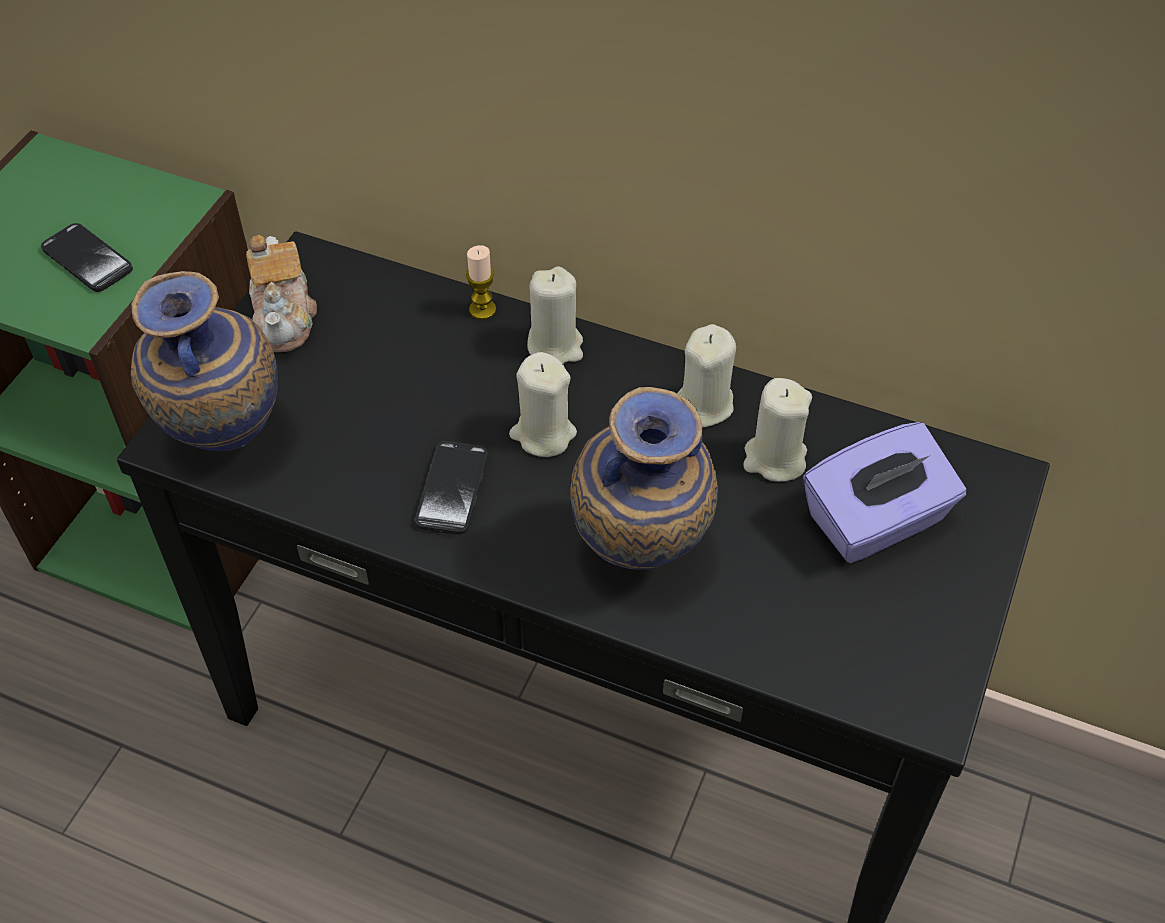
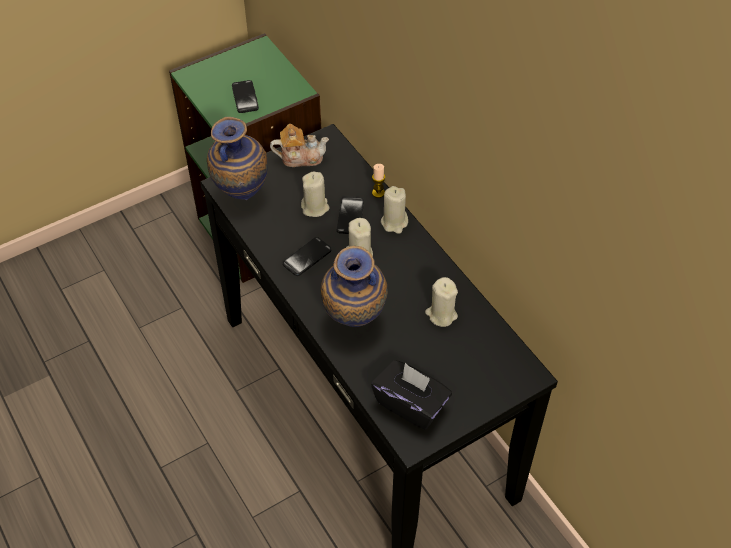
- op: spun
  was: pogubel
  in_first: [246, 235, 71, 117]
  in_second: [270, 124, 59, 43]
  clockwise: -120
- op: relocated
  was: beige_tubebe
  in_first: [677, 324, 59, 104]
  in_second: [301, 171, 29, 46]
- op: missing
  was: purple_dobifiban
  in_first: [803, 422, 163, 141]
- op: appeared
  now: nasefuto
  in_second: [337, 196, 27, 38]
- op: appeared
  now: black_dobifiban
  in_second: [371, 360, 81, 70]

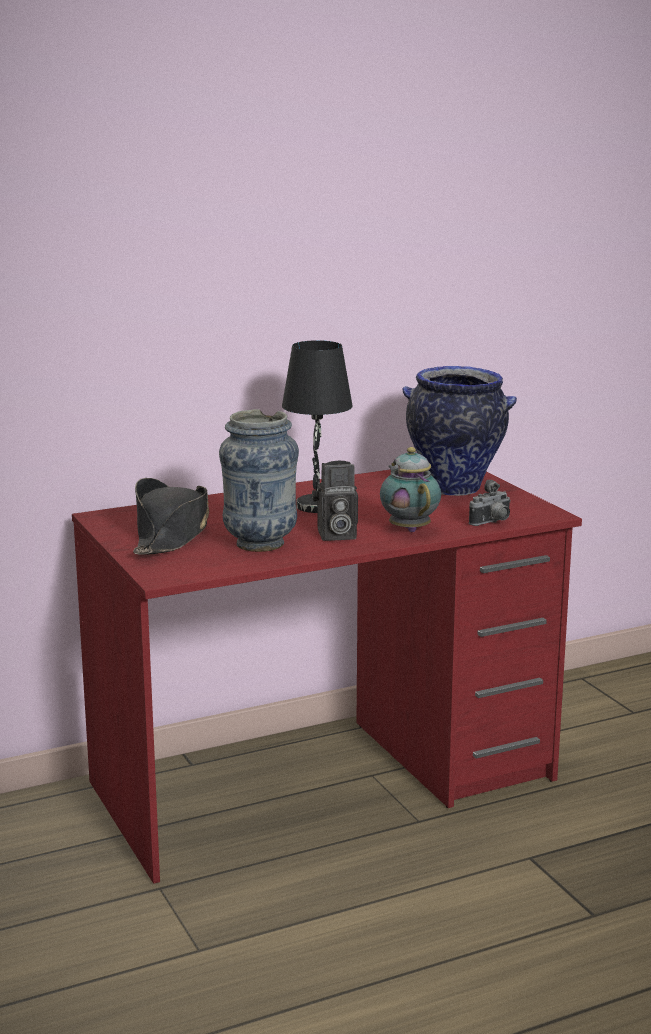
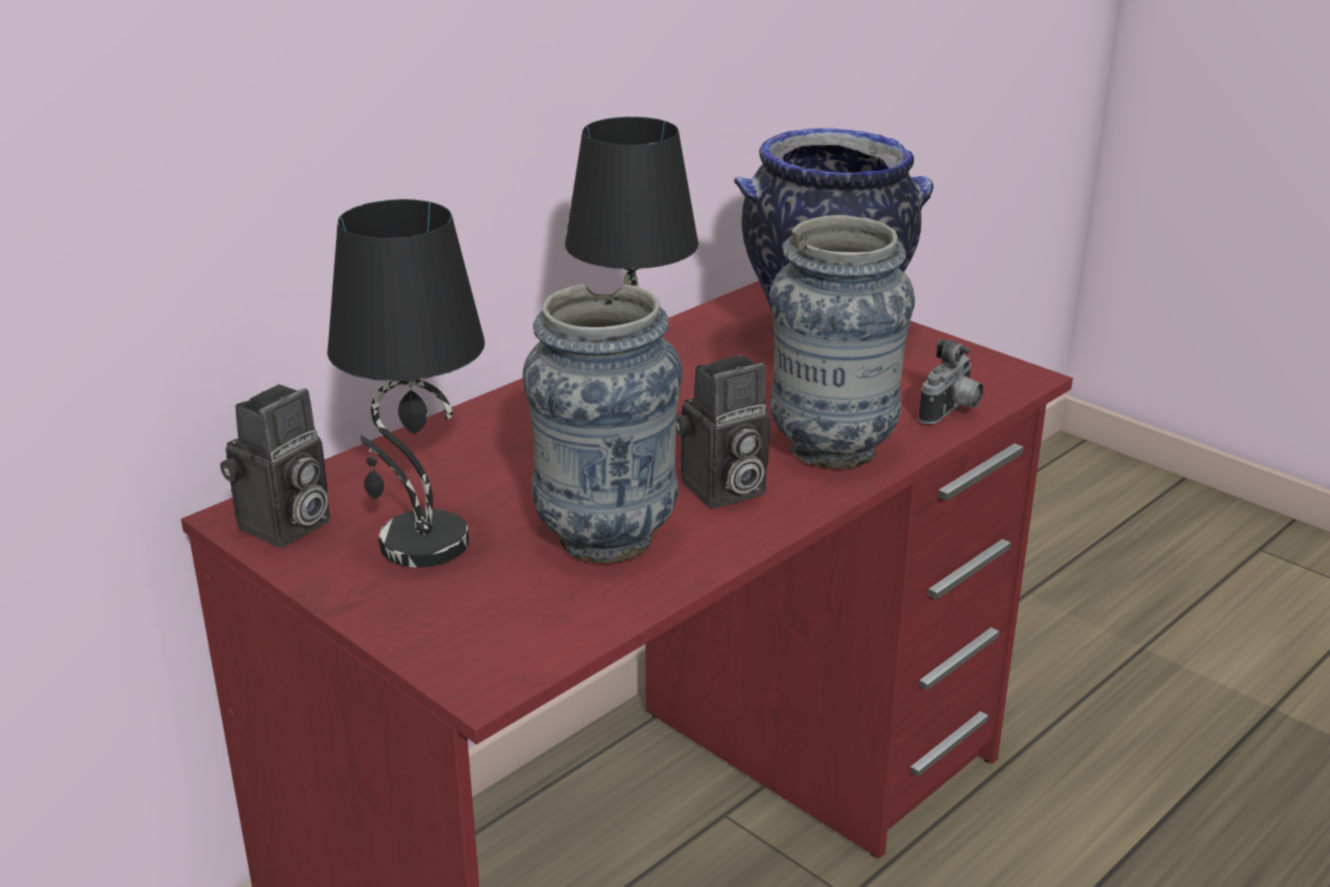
- op: exchanged
  was: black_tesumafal
  now: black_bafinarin
  in_first: [133, 478, 76, 77]
  in_second: [327, 199, 158, 368]
- op: exchanged
  was: pogubel
  now: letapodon
  in_first: [380, 447, 61, 85]
  in_second: [769, 215, 146, 255]
- op: appeared
  now: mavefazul
  in_second: [220, 384, 110, 164]

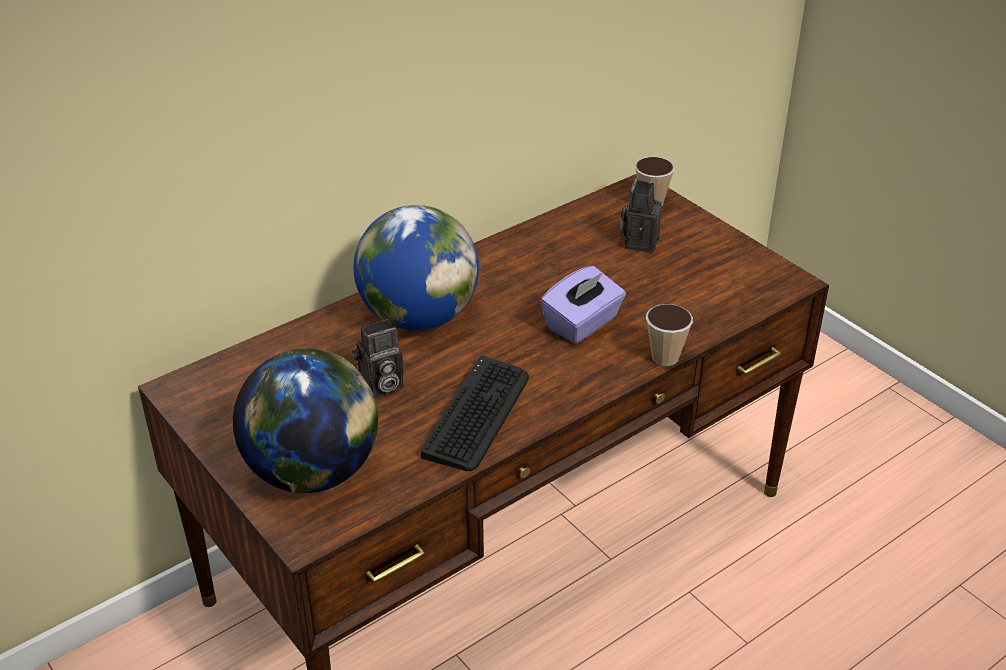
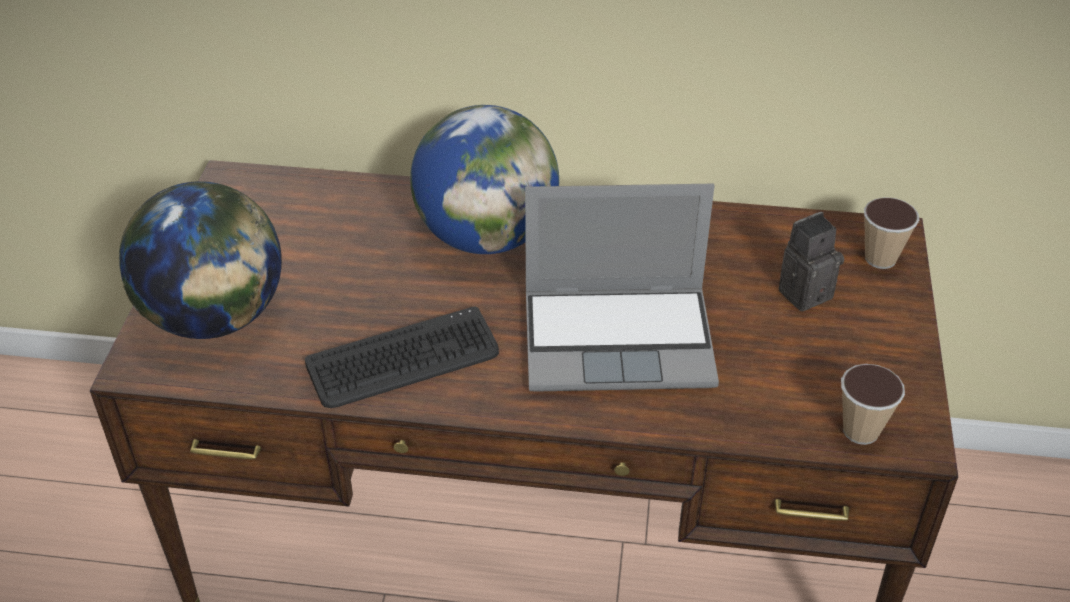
- op: missing
  was: mavefazul
  in_first: [352, 319, 51, 79]
- op: exchanged
  was: purple_dobifiban
  now: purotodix
  in_first: [540, 266, 86, 78]
  in_second: [525, 184, 194, 208]
- op: relocated
  was: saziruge
  in_first: [646, 304, 47, 62]
  in_second: [841, 364, 64, 81]

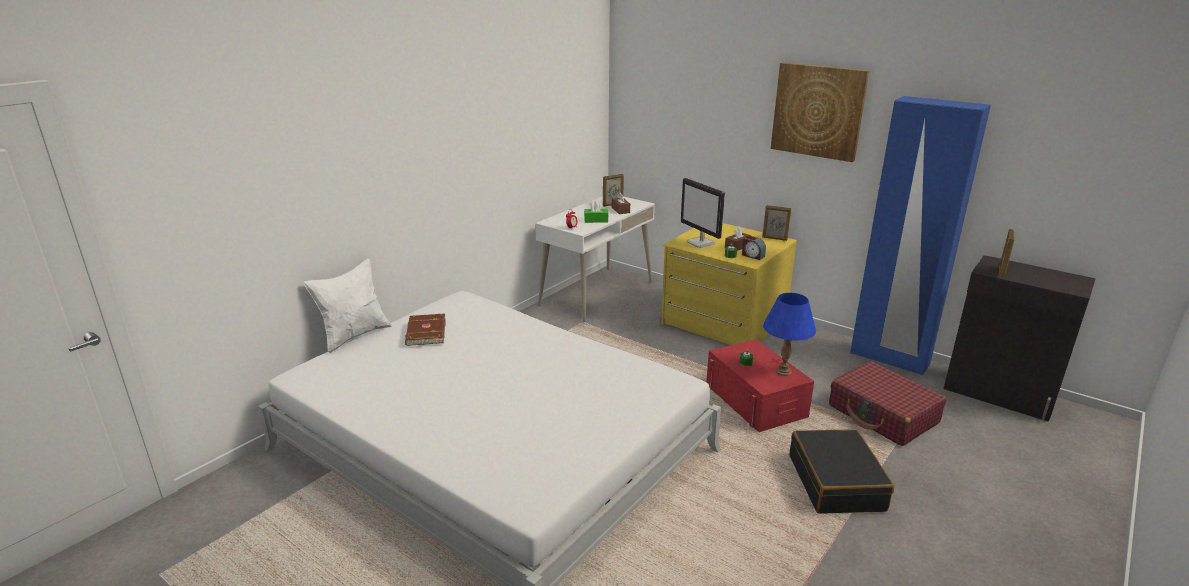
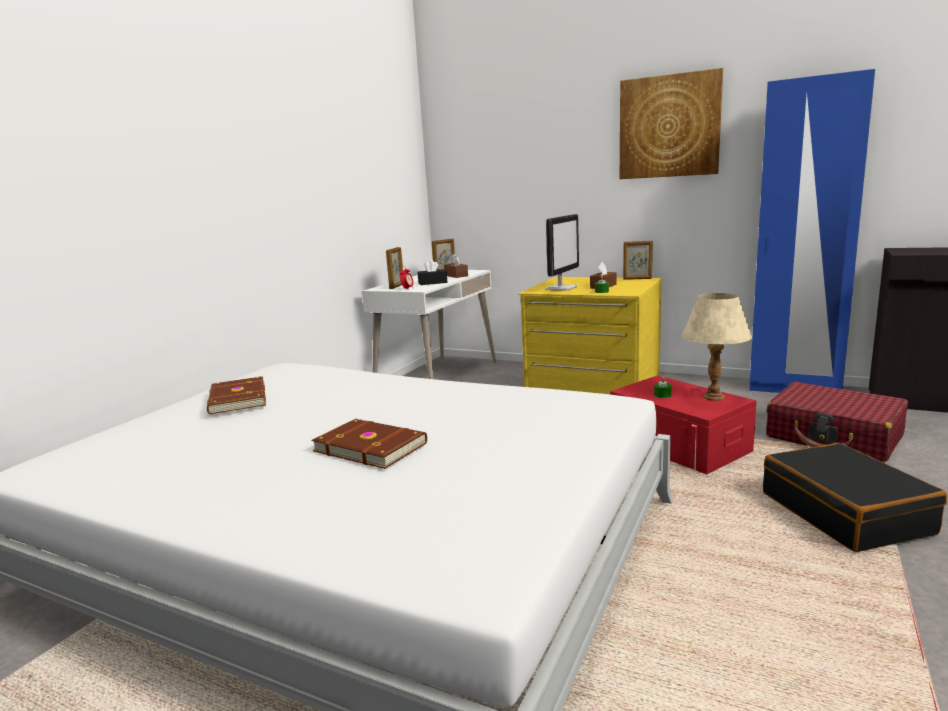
- op: missing
  was: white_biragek
  in_first: [303, 258, 89, 96]
- op: colour
  was: green_dobifiban
  now: black_dobifiban
  in_first: [584, 201, 24, 22]
  in_second: [418, 259, 30, 26]
- op: spun
  was: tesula
  in_first: [681, 178, 44, 70]
  in_second: [545, 214, 34, 77]
  clockwise: -105
- op: missing
  was: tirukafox
  in_first: [742, 236, 24, 24]
- op: colour
  was: blue_bafinarin
  now: beige_bafinarin
  in_first: [763, 293, 53, 83]
  in_second: [682, 293, 70, 108]
- op: relocated
  was: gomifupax
  in_first: [999, 229, 15, 49]
  in_second: [386, 247, 17, 42]
- op: appeared
  now: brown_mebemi
  in_second: [312, 419, 115, 50]

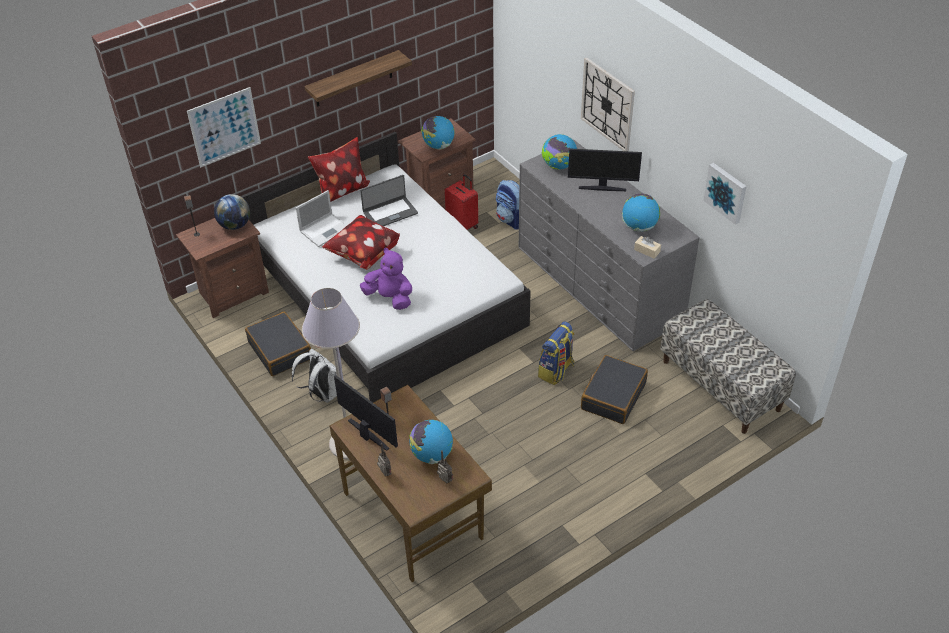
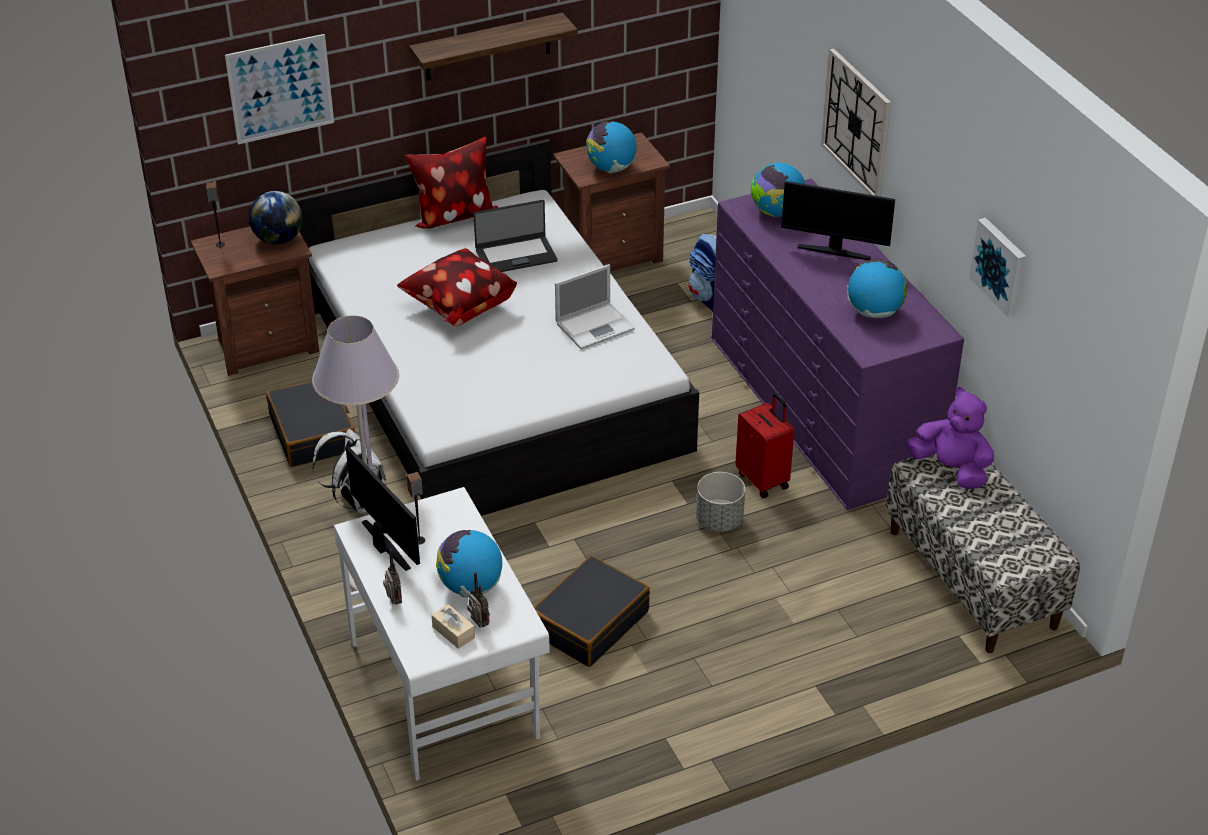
- op: relocated
  was: purotodix
  in_first: [296, 190, 51, 57]
  in_second: [555, 264, 80, 85]
- op: colour
  was: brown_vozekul
  now: white_vozekul
  in_first: [330, 385, 162, 197]
  in_second: [334, 487, 216, 294]
- op: relocated
  was: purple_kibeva
  in_first: [360, 248, 52, 62]
  in_second: [906, 387, 88, 102]
- op: relocated
  was: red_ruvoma
  in_first: [445, 174, 33, 56]
  in_second: [735, 393, 59, 105]
- op: colour
  was: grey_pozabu
  now: purple_pozabu
  in_first: [519, 139, 181, 212]
  in_second: [712, 179, 252, 331]
- op: exchanged
  was: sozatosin
  now: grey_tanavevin
  in_first: [538, 322, 36, 63]
  in_second: [696, 472, 49, 60]
- op: relocated
  was: black_ruvoma
  in_first: [581, 355, 67, 69]
  in_second: [534, 556, 116, 111]
- op: relocated
  was: beige_dobifiban
  in_first: [634, 236, 27, 23]
  in_second: [431, 604, 44, 45]

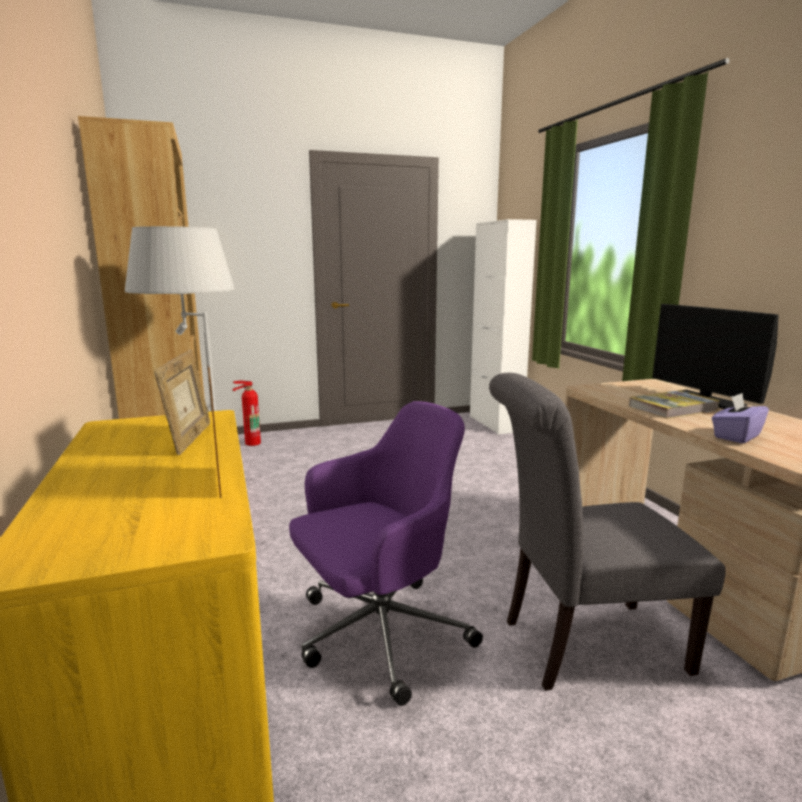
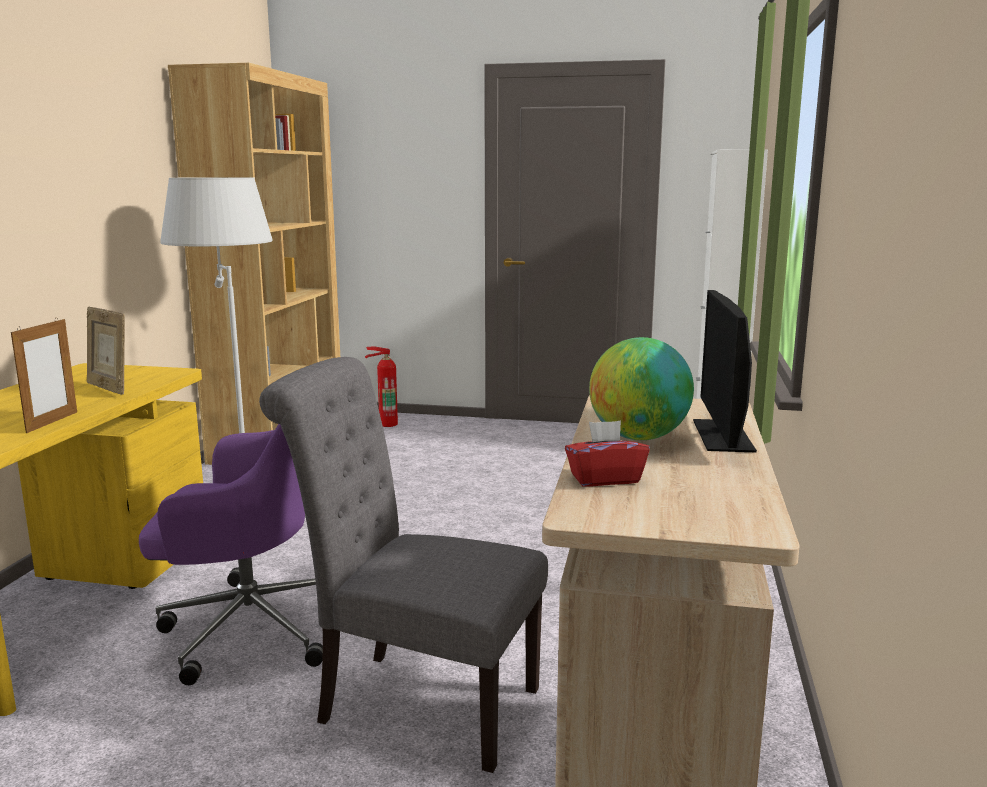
- op: spun
  was: gomifupax
  in_first: [154, 350, 56, 105]
  in_second: [87, 306, 38, 89]
  clockwise: 105
- op: exchanged
  was: mebemi
  now: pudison
  in_first: [629, 390, 92, 29]
  in_second: [589, 337, 105, 103]
- op: colour
  was: purple_dobifiban
  now: red_dobifiban
  in_first: [712, 393, 57, 51]
  in_second: [565, 420, 85, 66]

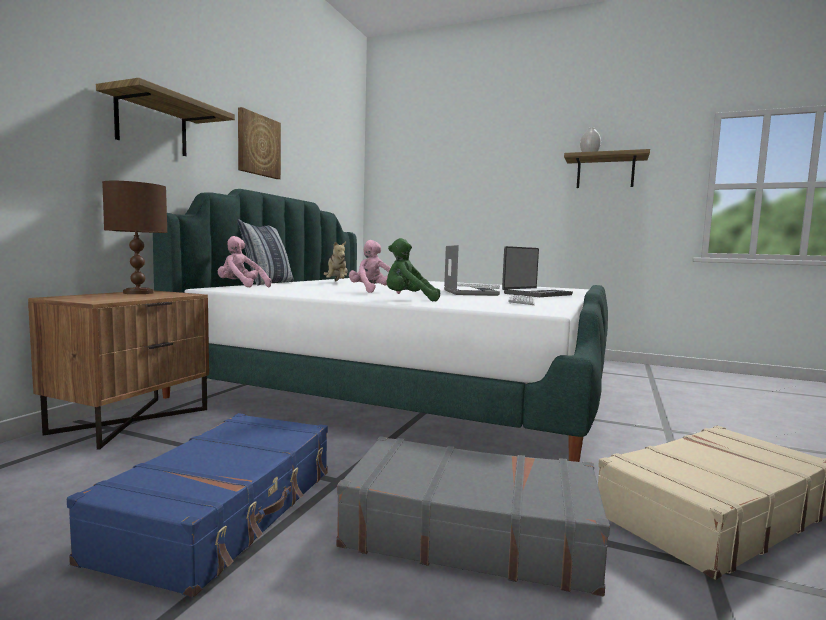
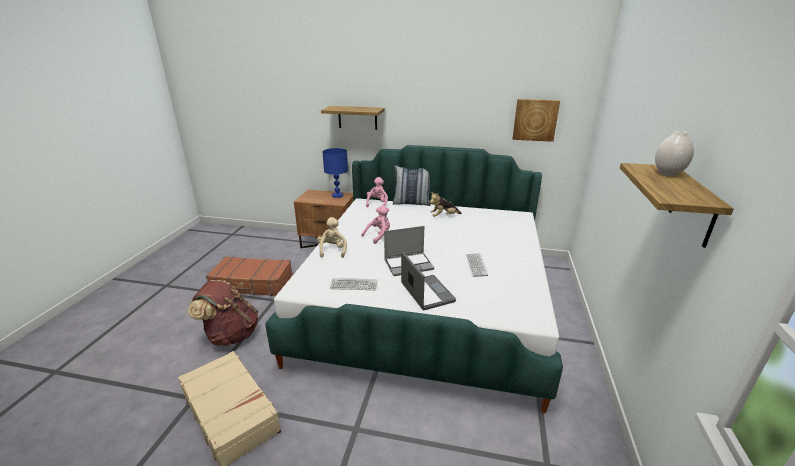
- op: colour
  was: blue_ruvoma
  now: brown_ruvoma
  in_first: [67, 413, 261, 184]
  in_second: [206, 256, 87, 40]
- op: colour
  was: brown_bafinarin
  now: blue_bafinarin
  in_first: [102, 181, 66, 113]
  in_second: [323, 148, 25, 50]
- op: relocated
  was: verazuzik
  in_first: [238, 107, 43, 72]
  in_second: [513, 99, 47, 43]
- op: exchanged
  was: grey_ruvoma
  now: brown_sozatosin
  in_first: [336, 436, 274, 160]
  in_second: [188, 280, 70, 66]
- op: colour
  was: green_kibeva
  now: beige_kibeva
  in_first: [386, 238, 54, 64]
  in_second: [317, 217, 30, 41]
- op: spun
  was: purotodix
  in_first: [502, 246, 71, 51]
  in_second: [401, 252, 55, 58]
  clockwise: -150

